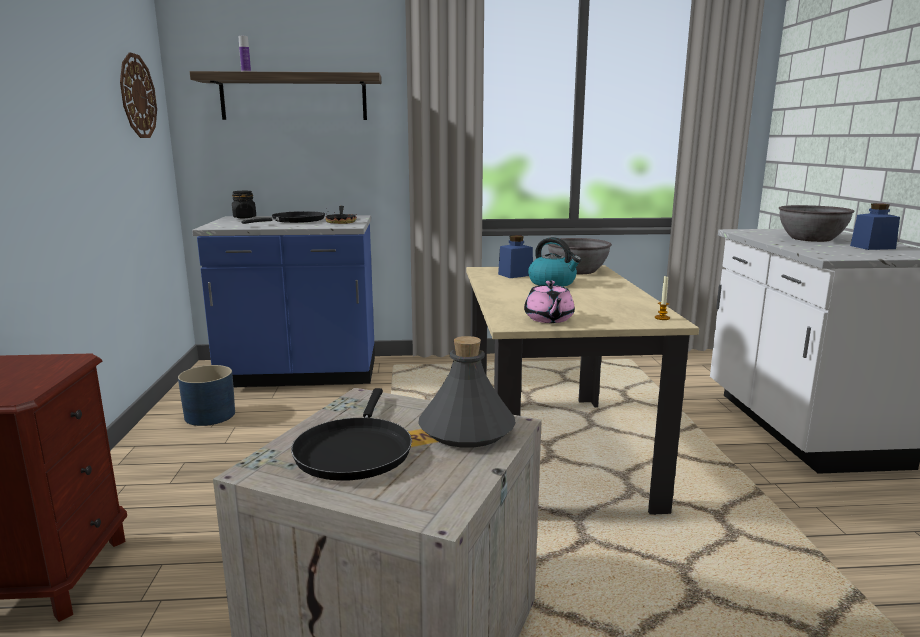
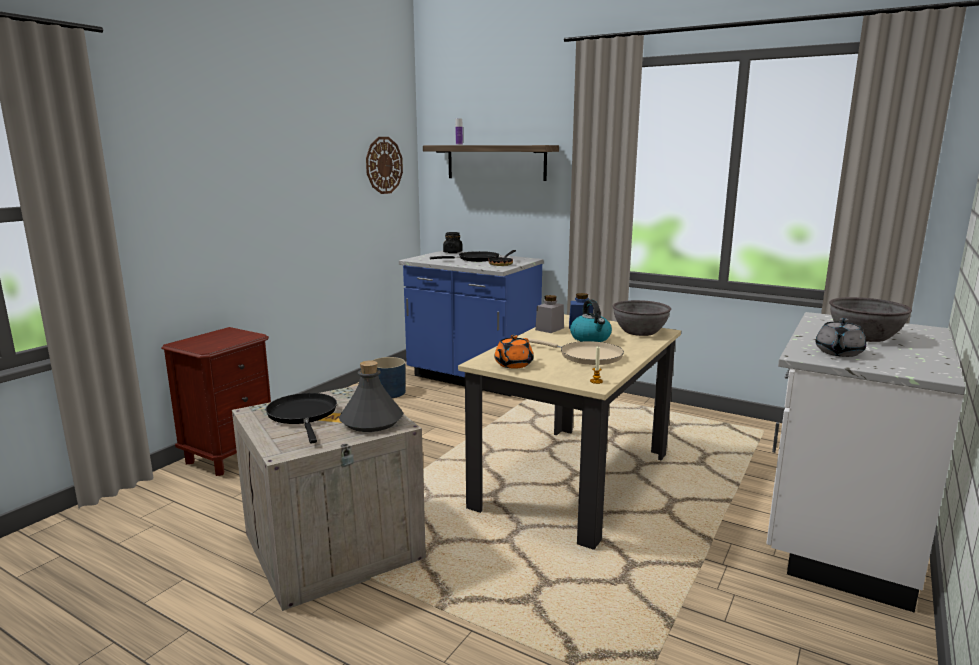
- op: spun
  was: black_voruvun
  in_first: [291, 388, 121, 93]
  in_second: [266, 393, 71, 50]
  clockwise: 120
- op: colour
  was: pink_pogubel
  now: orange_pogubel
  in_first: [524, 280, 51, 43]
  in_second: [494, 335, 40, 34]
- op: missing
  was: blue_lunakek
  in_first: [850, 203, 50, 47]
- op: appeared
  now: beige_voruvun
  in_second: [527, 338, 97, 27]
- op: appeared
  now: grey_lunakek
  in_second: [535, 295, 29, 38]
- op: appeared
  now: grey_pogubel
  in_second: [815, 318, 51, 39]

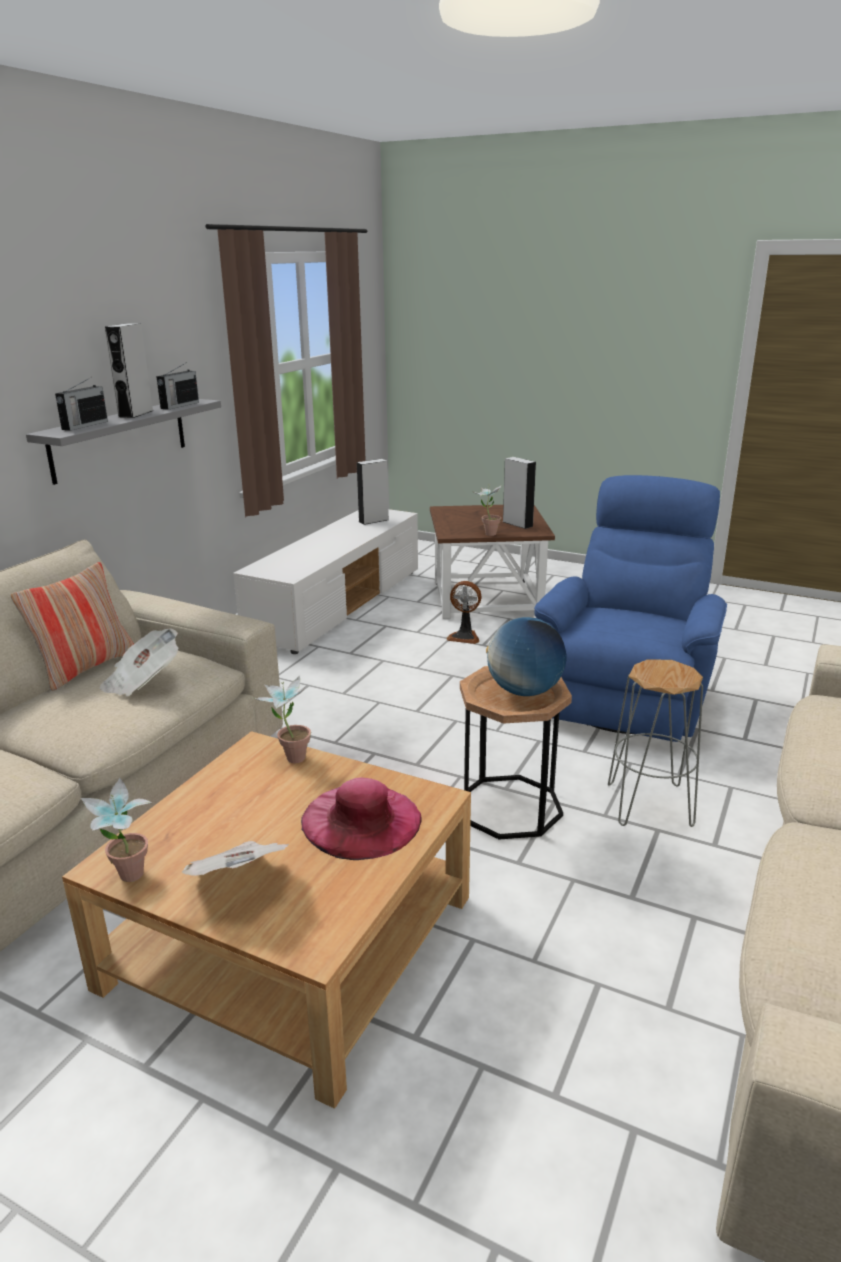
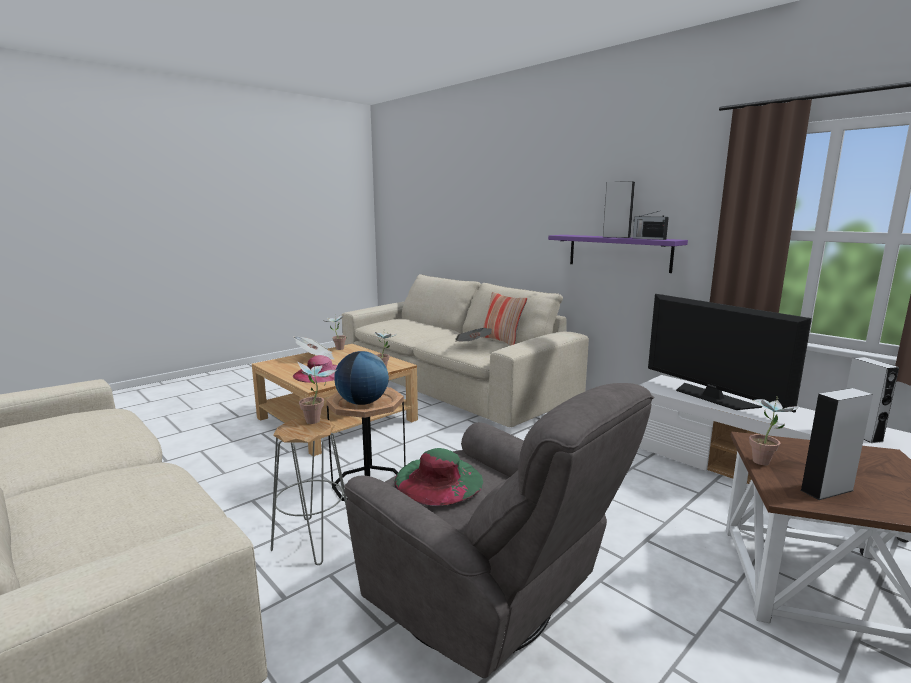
- op: colour
  was: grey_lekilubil
  now: purple_lekilubil
  in_first: [26, 399, 195, 86]
  in_second: [548, 235, 140, 38]
- op: missing
  was: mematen
  in_first: [55, 379, 53, 52]
- op: missing
  was: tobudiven
  in_first: [446, 581, 35, 63]
- op: colour
  was: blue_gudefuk
  now: grey_gudefuk
  in_first: [534, 475, 193, 267]
  in_second: [344, 383, 310, 295]
- op: appeared
  now: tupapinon
  in_second: [297, 361, 41, 63]
- op: appeared
  now: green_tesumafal
  in_second: [394, 448, 89, 58]
- op: appeared
  now: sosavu
  in_second: [648, 294, 164, 119]

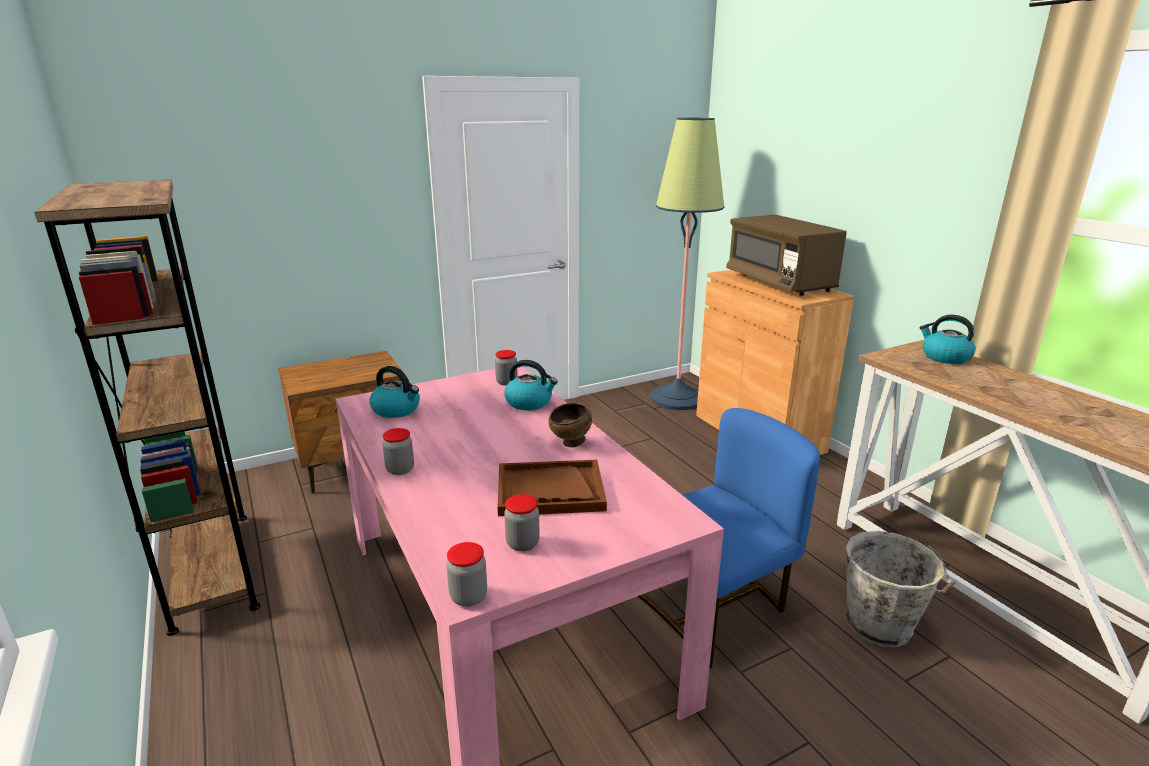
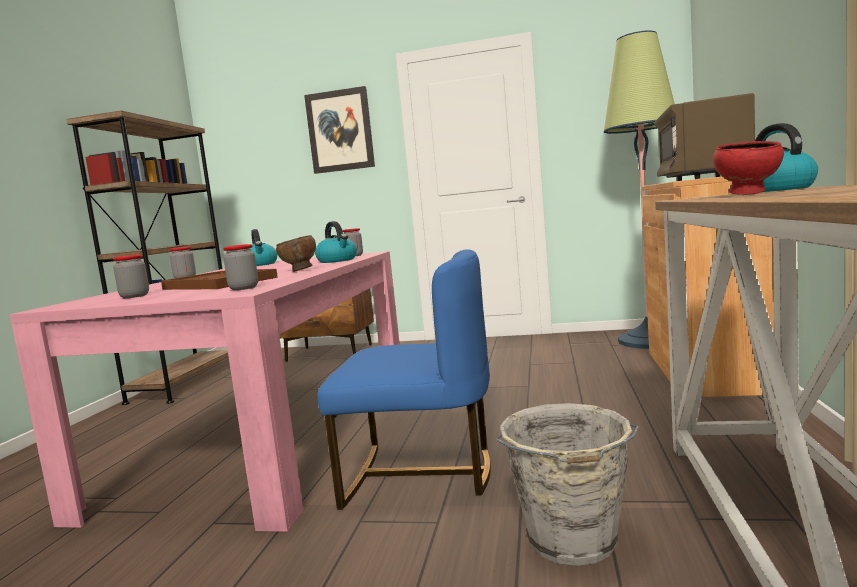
- op: relocated
  was: lunakek
  in_first: [446, 542, 41, 65]
  in_second: [223, 244, 35, 46]
- op: appeared
  now: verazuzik
  in_second: [304, 86, 71, 88]
- op: appeared
  now: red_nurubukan
  in_second: [713, 141, 71, 54]

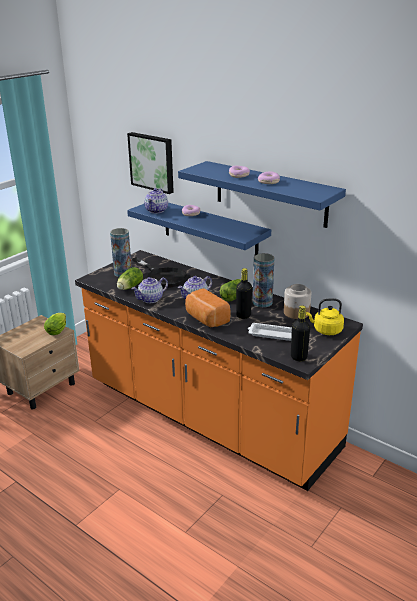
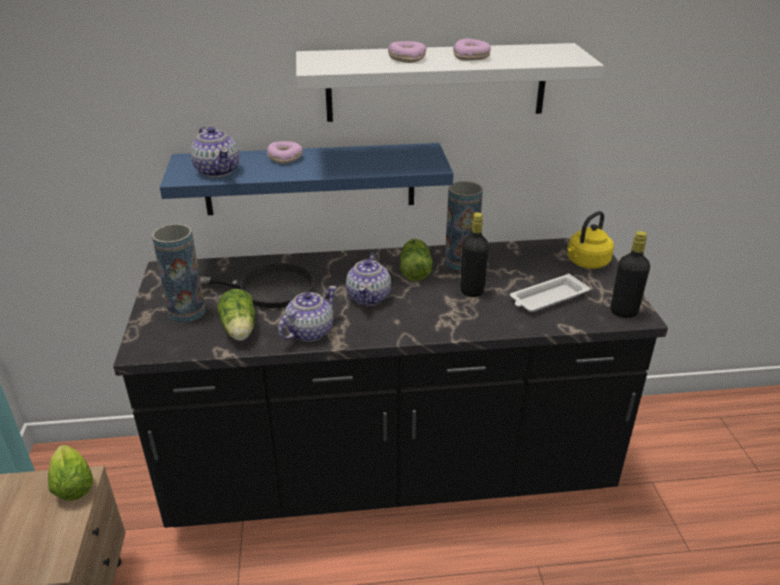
- op: colour
  was: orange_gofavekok
  now: black_gofavekok
  in_first: [75, 250, 288, 241]
  in_second: [113, 238, 555, 290]
- op: missing
  was: verazuzik
  in_first: [127, 132, 47, 62]
- op: spun
  was: pogubel
  in_first: [131, 277, 37, 26]
  in_second: [278, 286, 58, 55]
  clockwise: -150
- op: colour
  was: blue_lekilubil
  now: white_lekilubil
  in_first: [178, 161, 168, 67]
  in_second: [296, 43, 308, 79]
- op: missing
  was: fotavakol
  in_first: [185, 288, 46, 39]
- op: missing
  was: lunakek
  in_first: [284, 284, 27, 35]

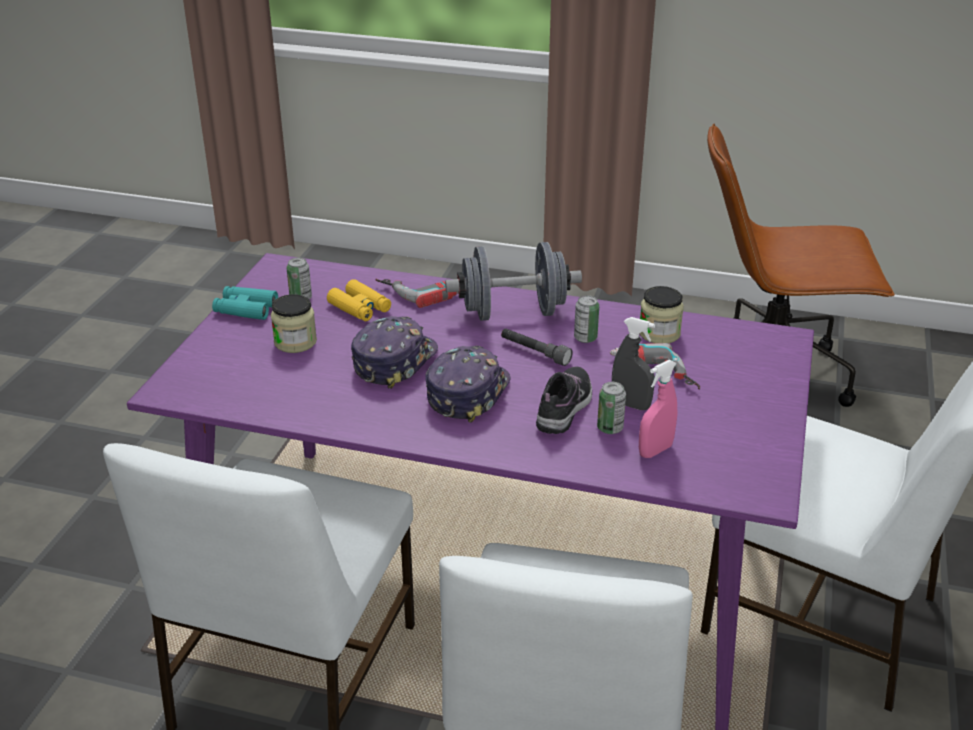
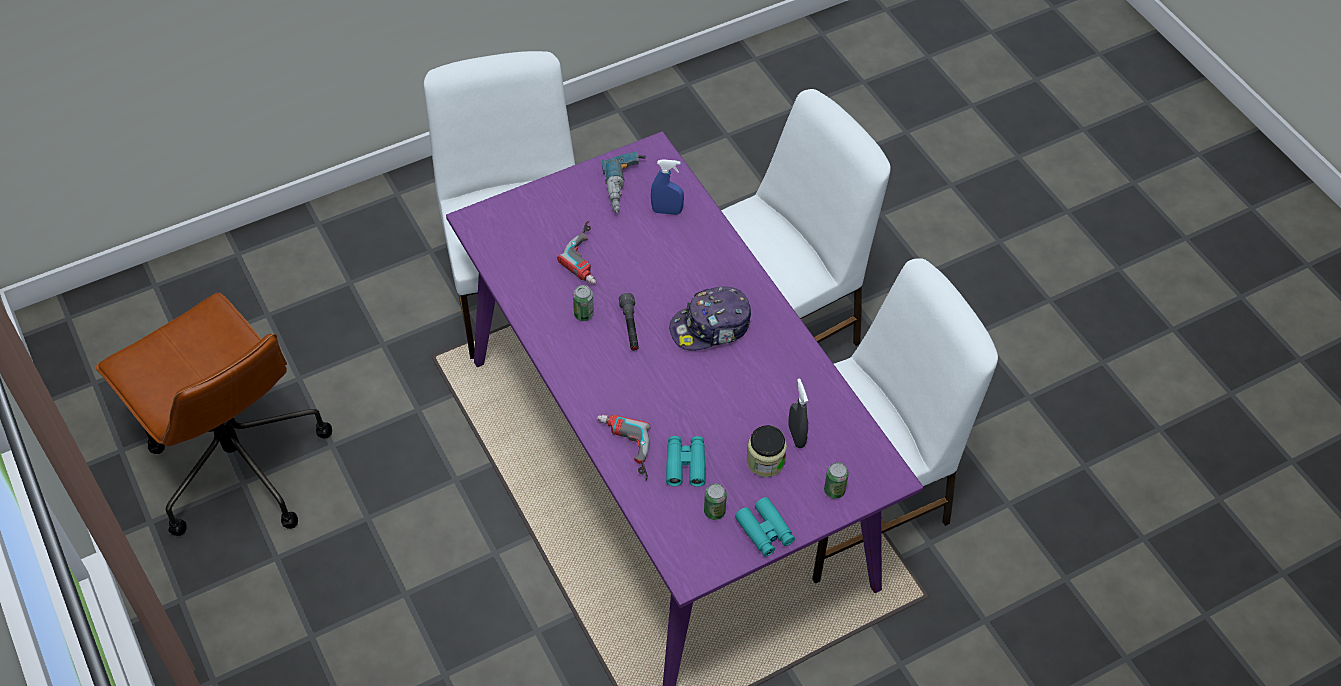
- op: colour
  was: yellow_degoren
  now: turquoise_degoren
  in_first: [327, 279, 64, 42]
  in_second: [666, 436, 40, 51]
- op: missing
  was: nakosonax
  in_first: [351, 316, 87, 73]
- op: missing
  was: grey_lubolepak
  in_first: [445, 242, 137, 79]
- op: missing
  was: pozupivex
  in_first: [536, 367, 56, 67]
- op: relocated
  was: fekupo
  in_first: [597, 382, 29, 52]
  in_second: [824, 462, 25, 37]
- op: relocated
  was: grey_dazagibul
  in_first: [612, 317, 43, 93]
  in_second: [788, 379, 20, 69]
- op: missing
  was: lunakek
  in_first: [639, 286, 45, 57]
- op: colour
  was: pink_dazagibul
  now: blue_dazagibul
  in_first: [639, 360, 38, 98]
  in_second: [651, 159, 33, 56]
- op: appeared
  now: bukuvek
  in_second: [602, 151, 44, 62]

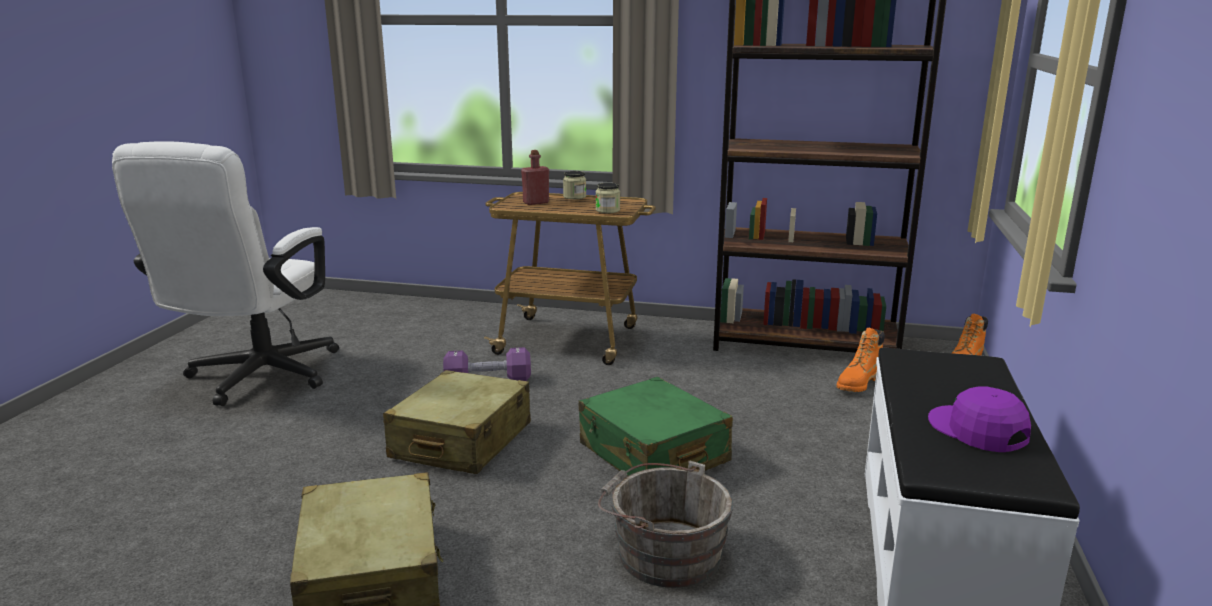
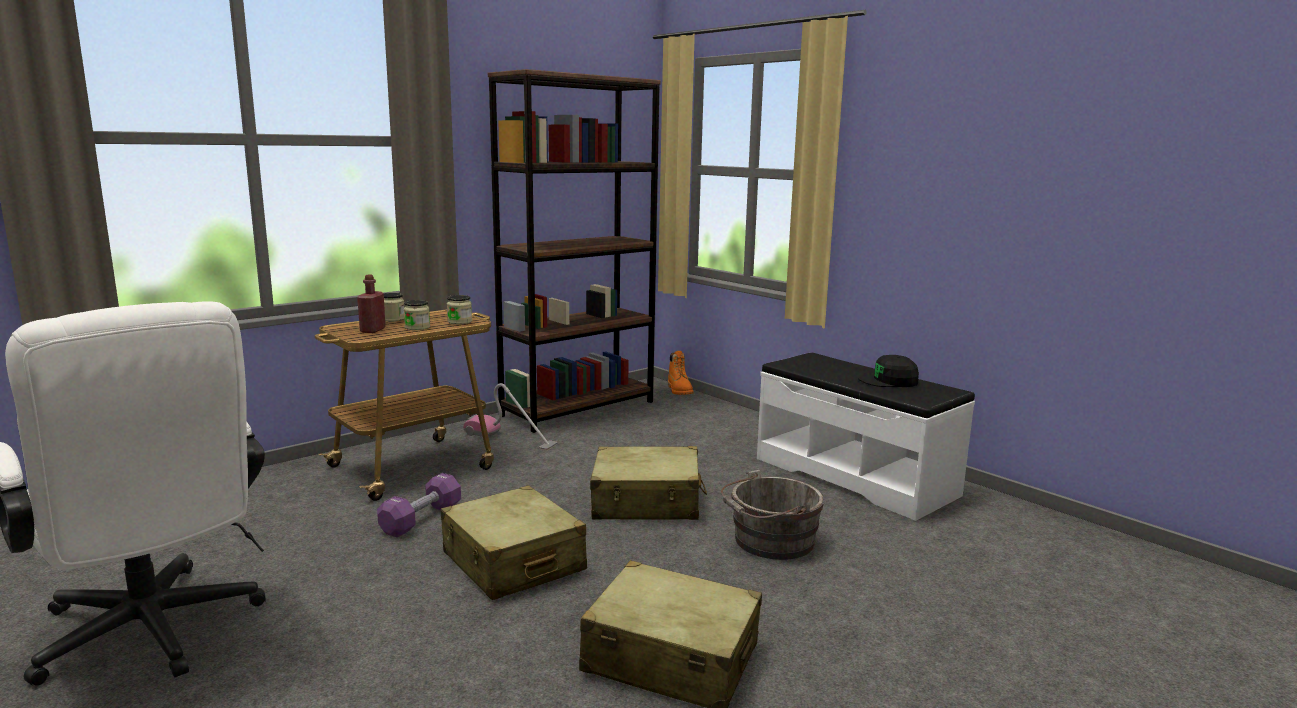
- op: colour
  was: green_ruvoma
  now: beige_ruvoma
  in_first: [579, 377, 154, 99]
  in_second: [590, 446, 117, 74]
- op: missing
  was: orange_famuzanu
  in_first: [836, 328, 49, 64]
- op: colour
  was: purple_nakosonax
  now: black_nakosonax
  in_first: [928, 387, 103, 65]
  in_second: [858, 355, 61, 32]
- op: appeared
  now: lunakek
  in_second: [404, 300, 26, 30]
- op: appeared
  now: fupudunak
  in_second: [463, 383, 95, 67]

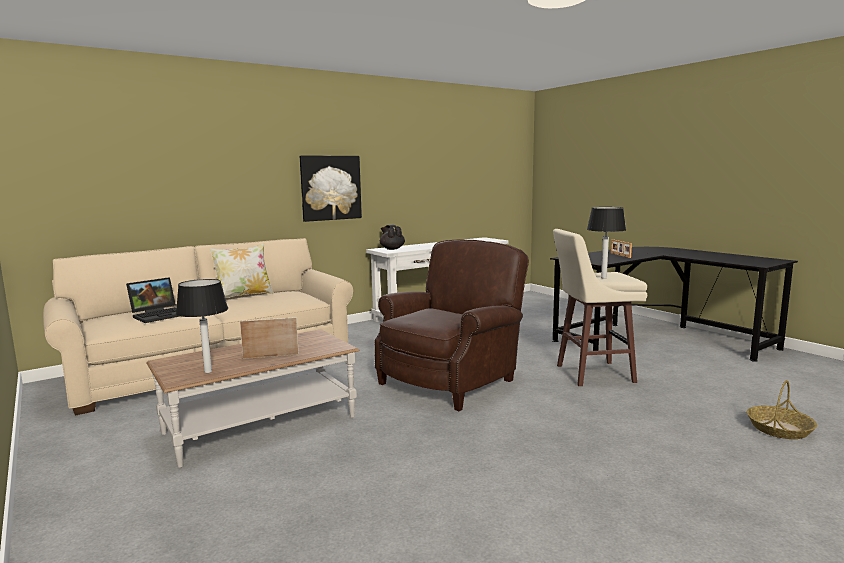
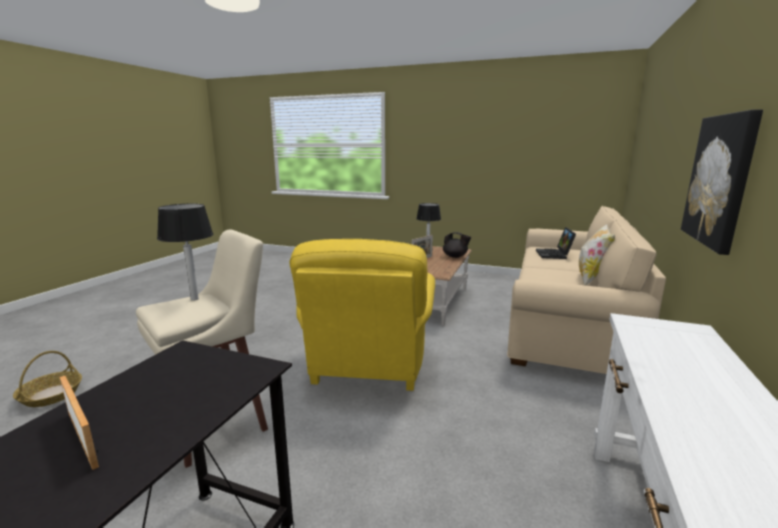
- op: colour
  was: brown_gudefuk
  now: yellow_gudefuk
  in_first: [375, 239, 154, 172]
  in_second: [290, 239, 145, 152]
- op: relocated
  was: black_pogubel
  in_first: [380, 224, 25, 26]
  in_second: [443, 232, 28, 26]

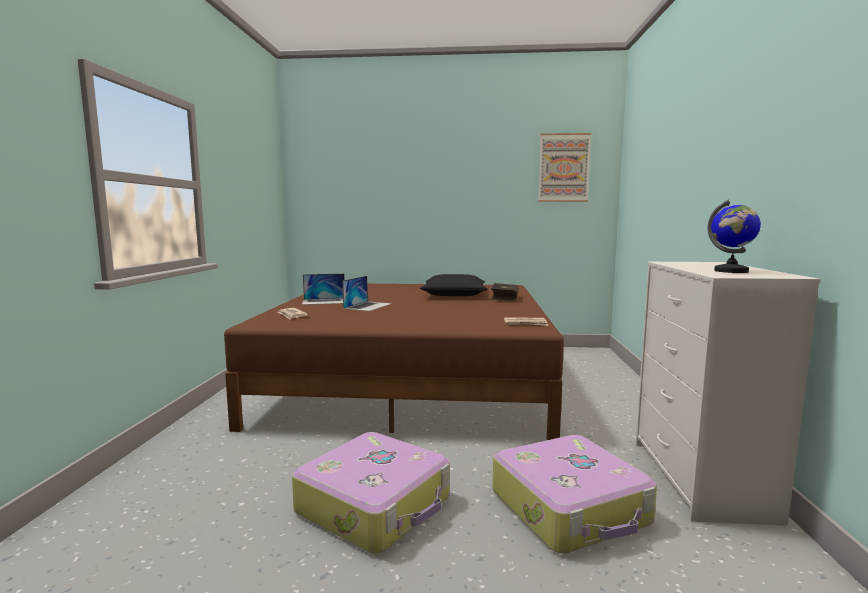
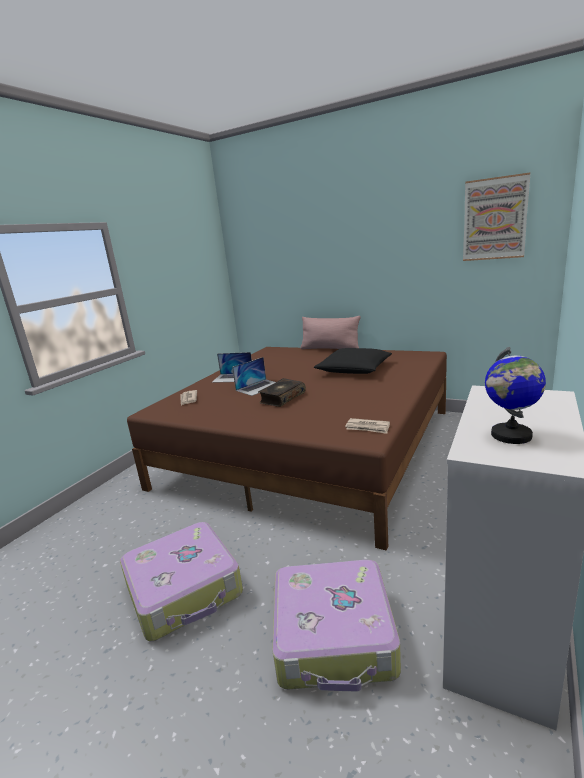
- op: relocated
  was: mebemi
  in_first: [490, 283, 29, 18]
  in_second: [258, 378, 48, 29]
- op: appeared
  now: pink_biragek
  in_second: [300, 316, 61, 33]

